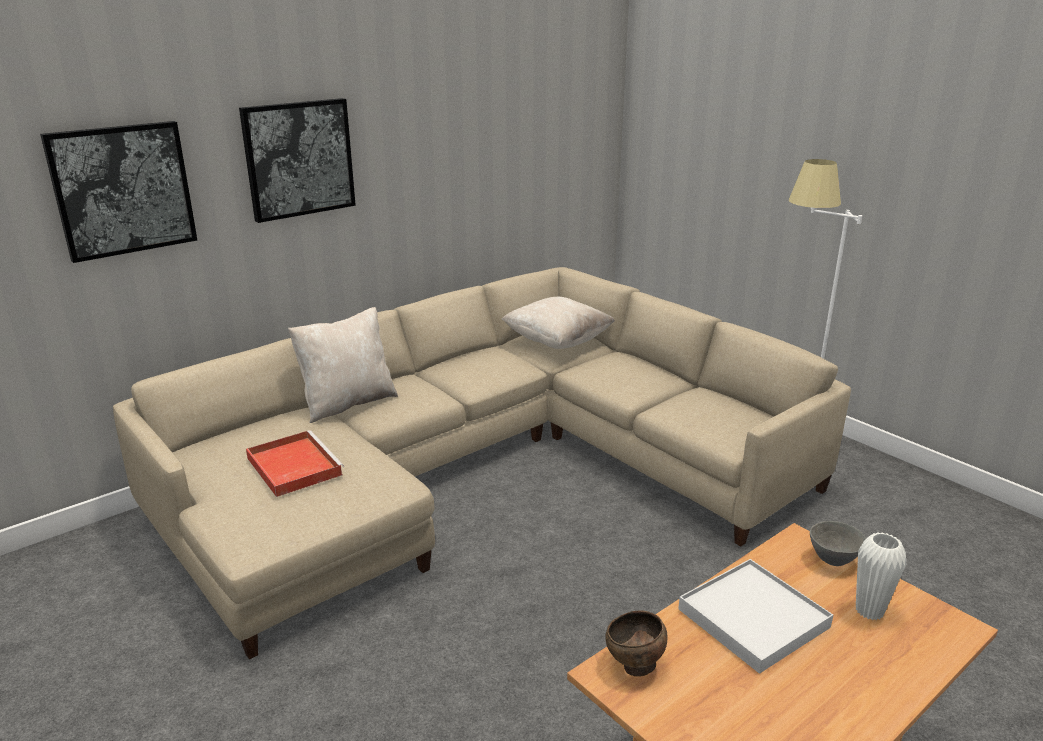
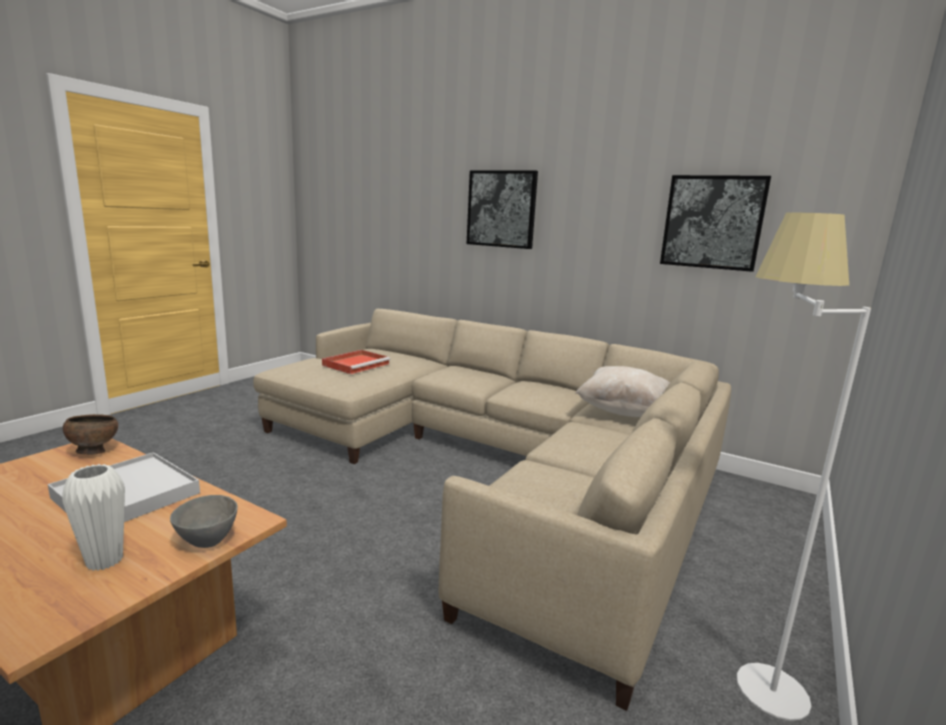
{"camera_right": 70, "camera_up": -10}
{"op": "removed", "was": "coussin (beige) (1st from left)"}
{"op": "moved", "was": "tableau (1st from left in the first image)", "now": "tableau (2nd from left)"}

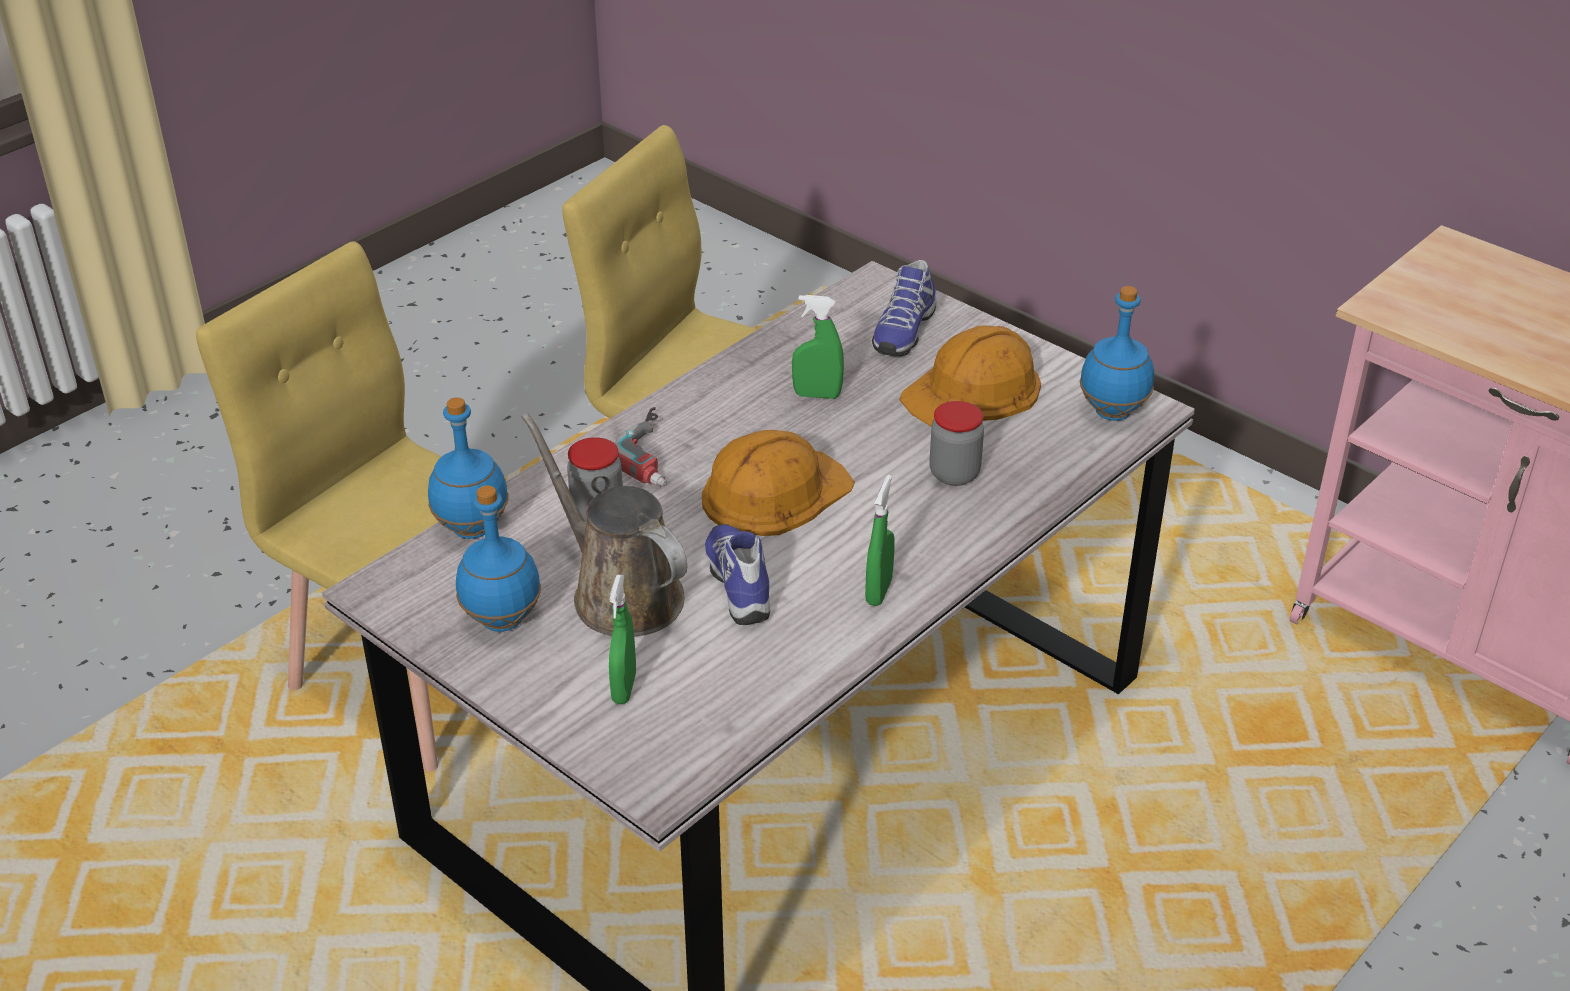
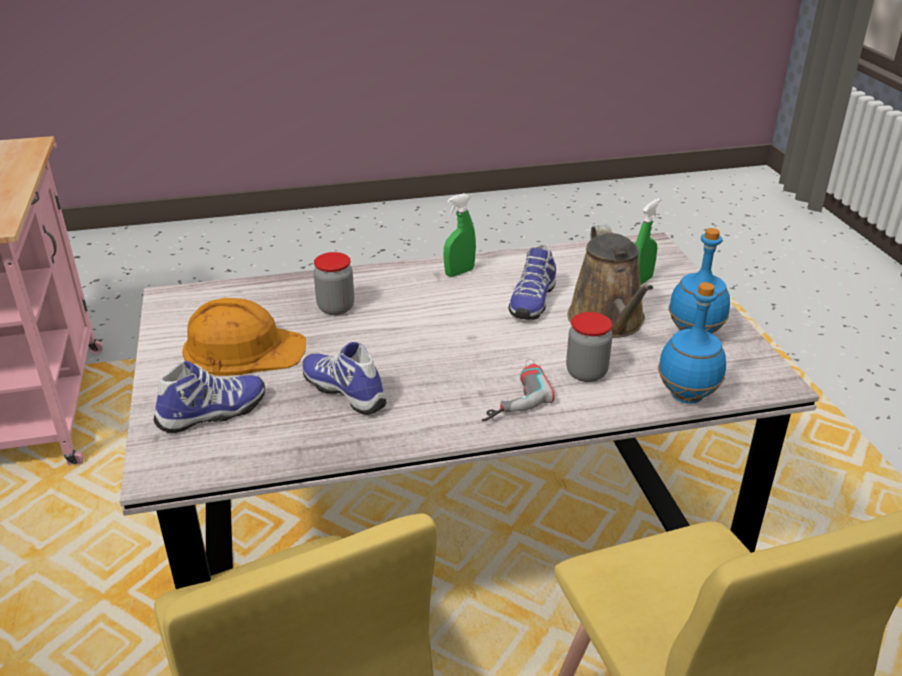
{"camera_right": -145, "camera_up": -5}
{"op": "removed", "was": "casque de chantier (orange) (1st from left)"}
{"op": "removed", "was": "bouteille (bleu) (3rd from left)"}
{"op": "replaced", "was": "vaporisateur (vert) (2nd from left)", "now": "chaussure (2nd from left)"}

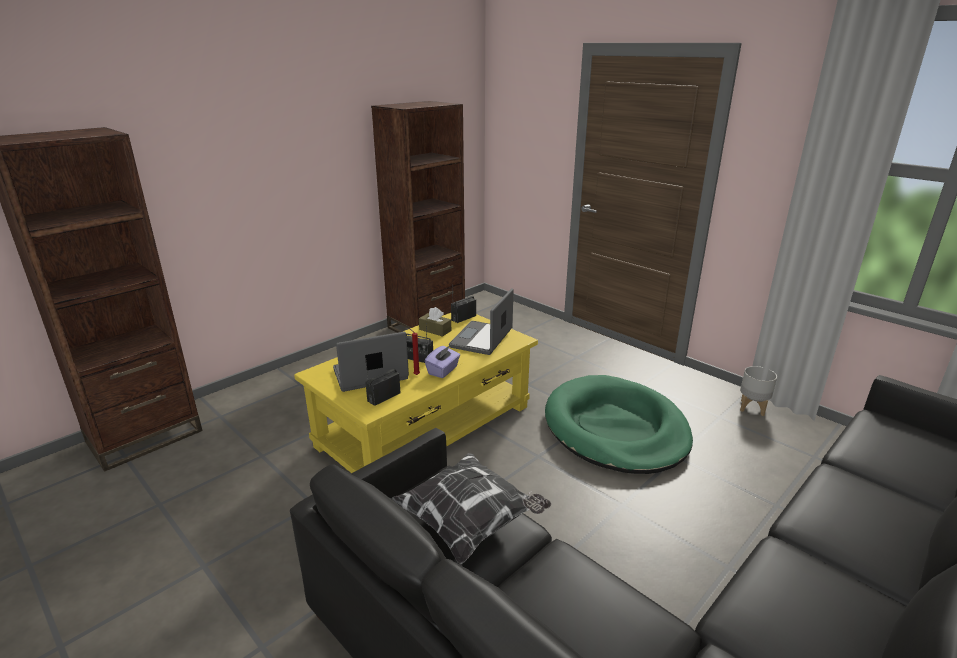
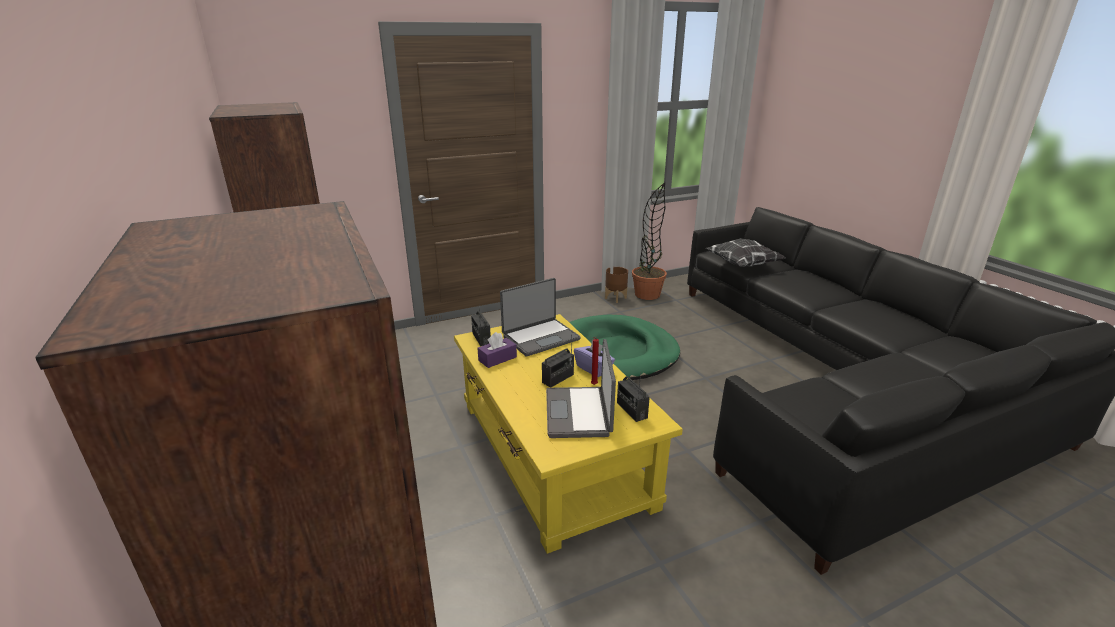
{"camera_right": -70, "camera_up": 0}
{"op": "added", "now": "plante en pot"}
{"op": "moved", "was": "coussin"}
{"op": "recoloured", "was": "boîte à mouchoirs (marron)", "now": "boîte à mouchoirs (violet) (1st from left)"}
{"op": "recoloured", "was": "cache-pot (gris)", "now": "cache-pot (marron)"}
{"op": "turned", "was": "ordinateur portable (2nd from left in the first image)", "clockwise": -75}

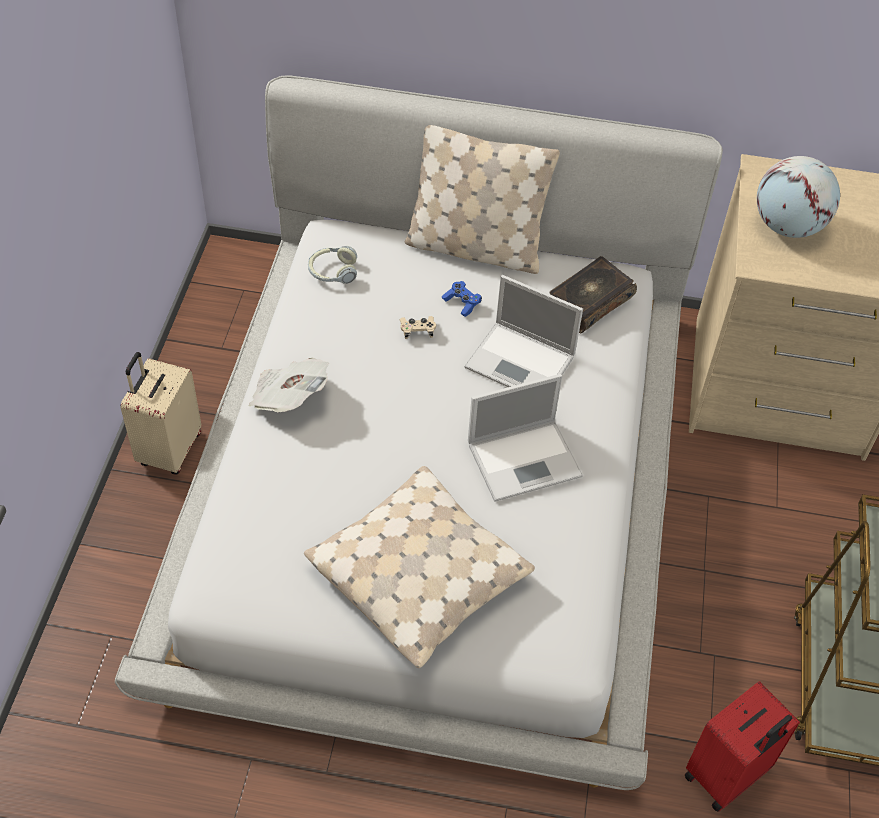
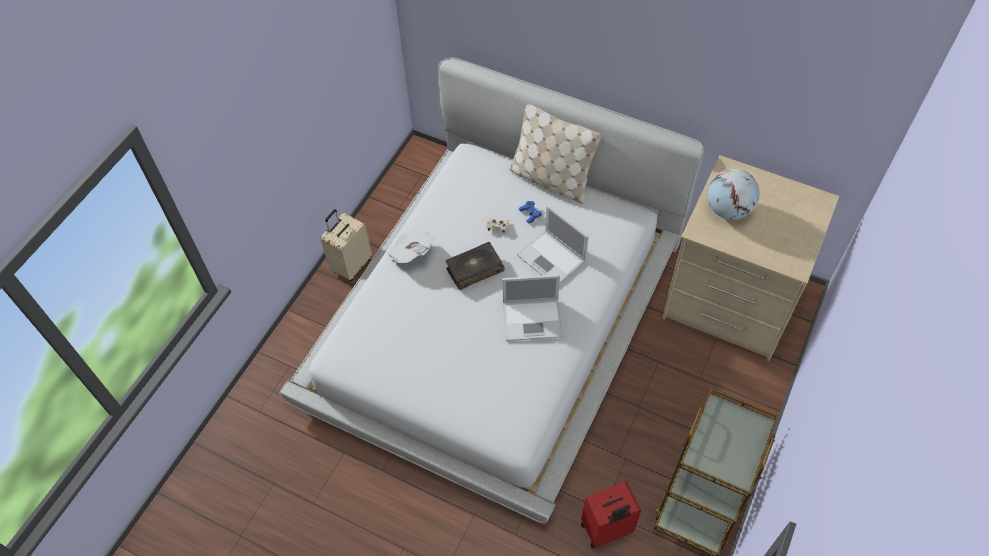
{"camera_right": 20, "camera_up": 5}
{"op": "removed", "was": "coussin (beige) (1st from left)"}
{"op": "removed", "was": "casque audio"}
{"op": "moved", "was": "livre"}

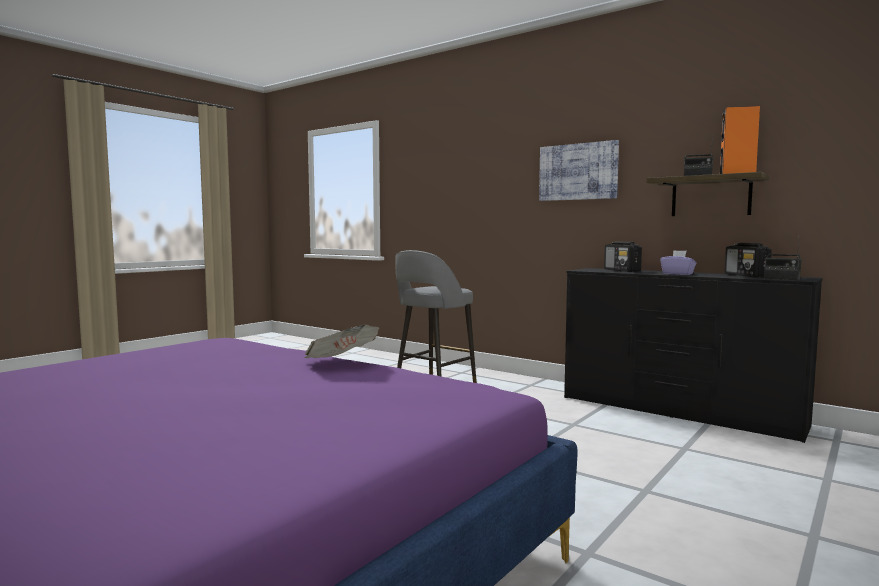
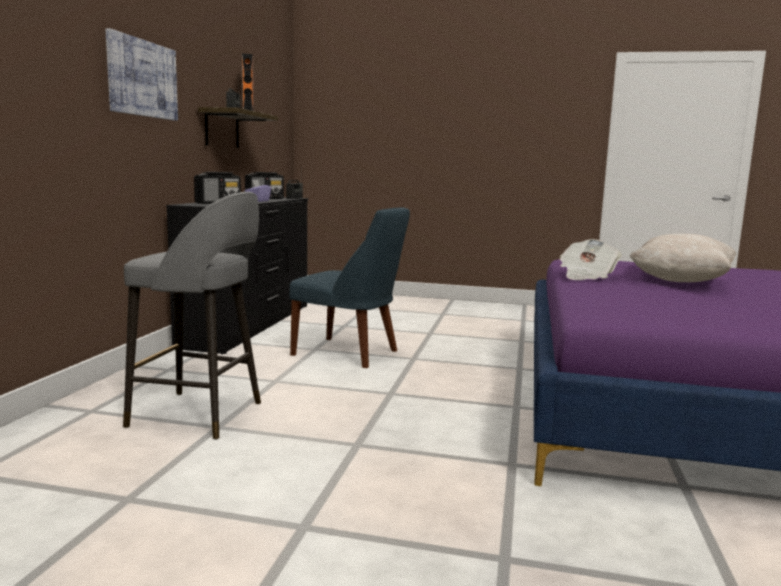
{"camera_right": -115, "camera_up": 5}
{"op": "added", "now": "chaise (bleu)"}
{"op": "added", "now": "coussin (beige)"}

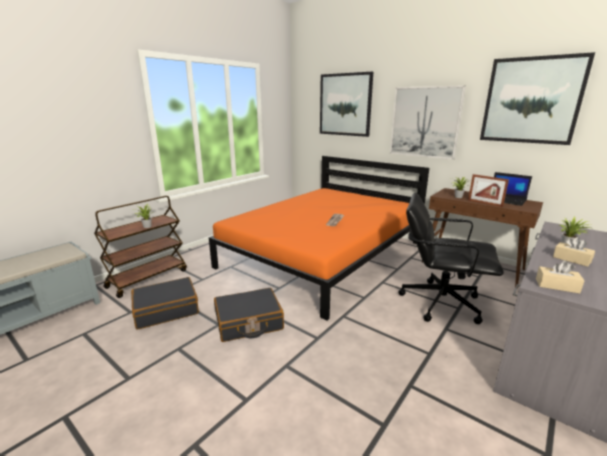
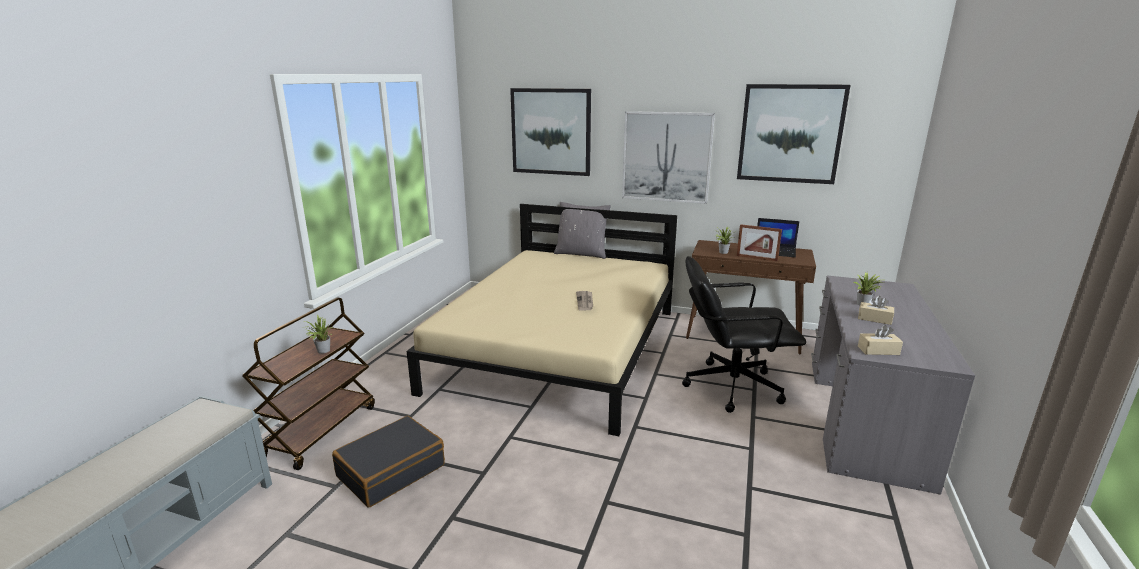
{"camera_right": -20, "camera_up": 0}
{"op": "removed", "was": "valise (noir) (2nd from left)"}
{"op": "added", "now": "coussin (gris)"}
{"op": "recoloured", "was": "lit (orange)", "now": "lit (beige)"}

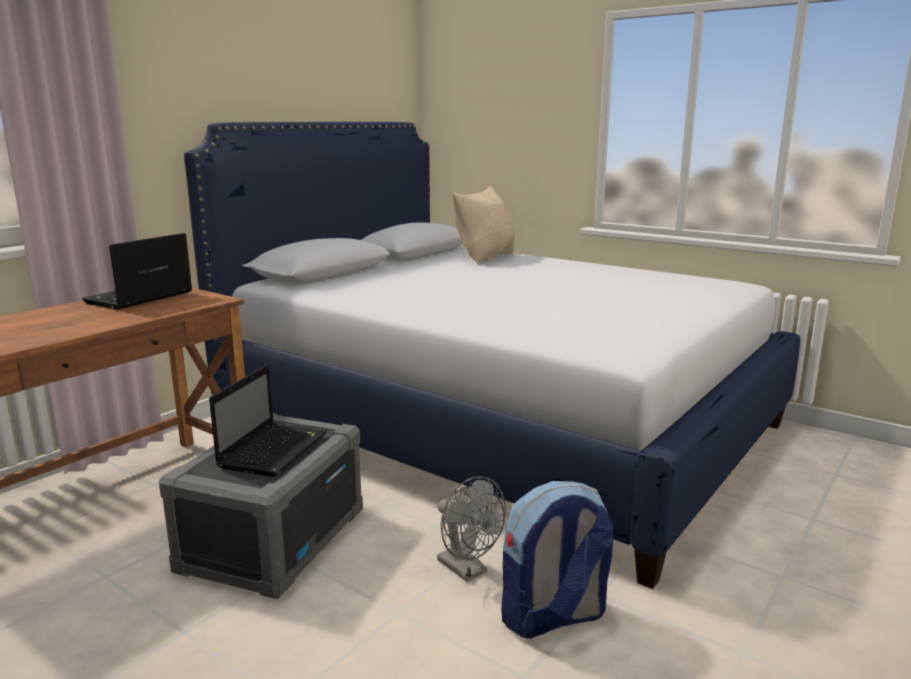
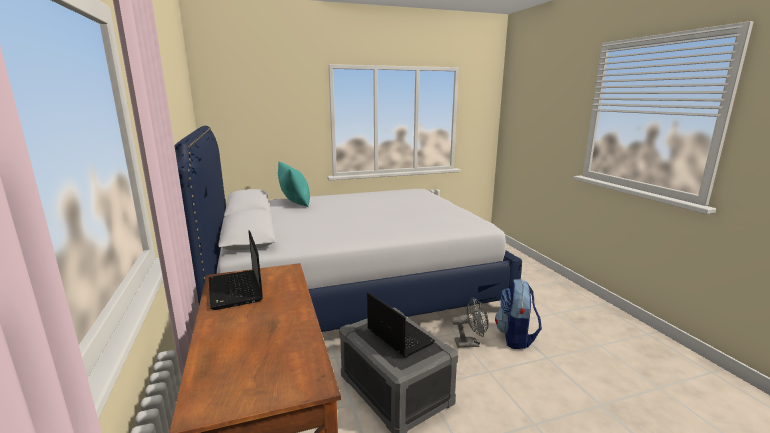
{"camera_right": -55, "camera_up": 0}
{"op": "recoloured", "was": "coussin (beige)", "now": "coussin (turquoise)"}

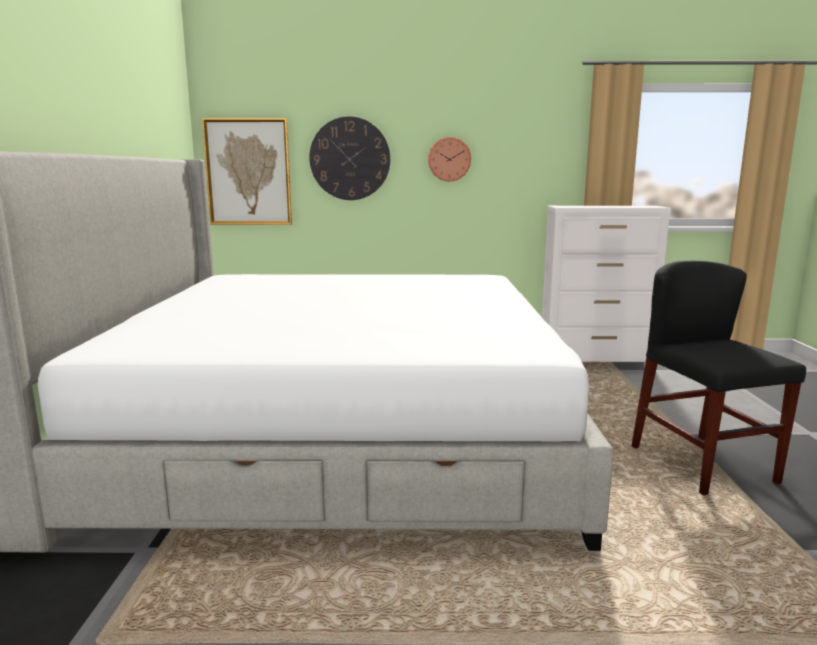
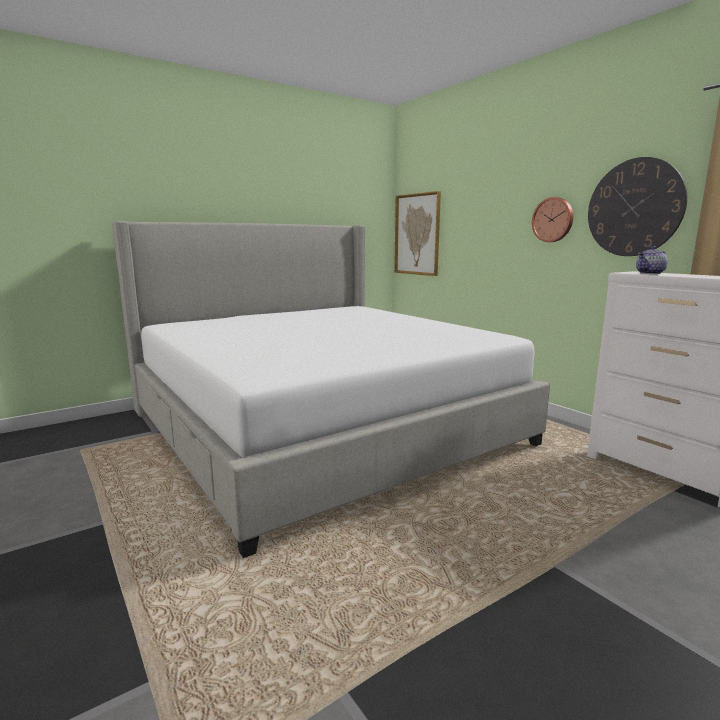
{"camera_right": 55, "camera_up": 0}
{"op": "removed", "was": "chaise (noir)"}
{"op": "added", "now": "théière"}
{"op": "moved", "was": "horloge murale (1st from left in the first image)", "now": "horloge murale (2nd from left)"}

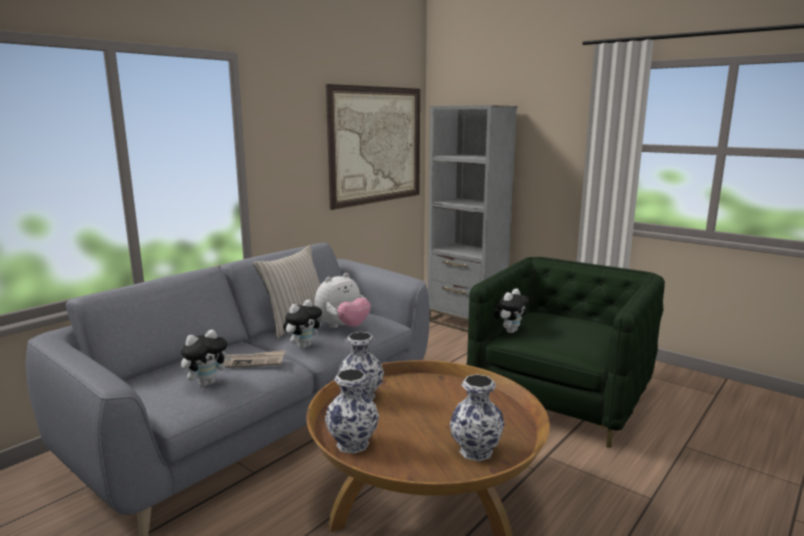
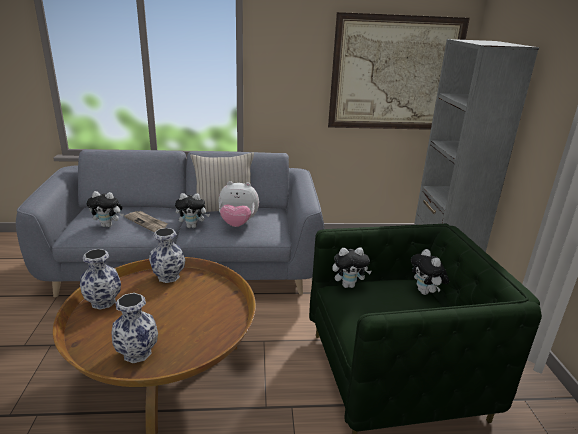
{"camera_right": 45, "camera_up": 10}
{"op": "added", "now": "peluche (5th from left)"}

